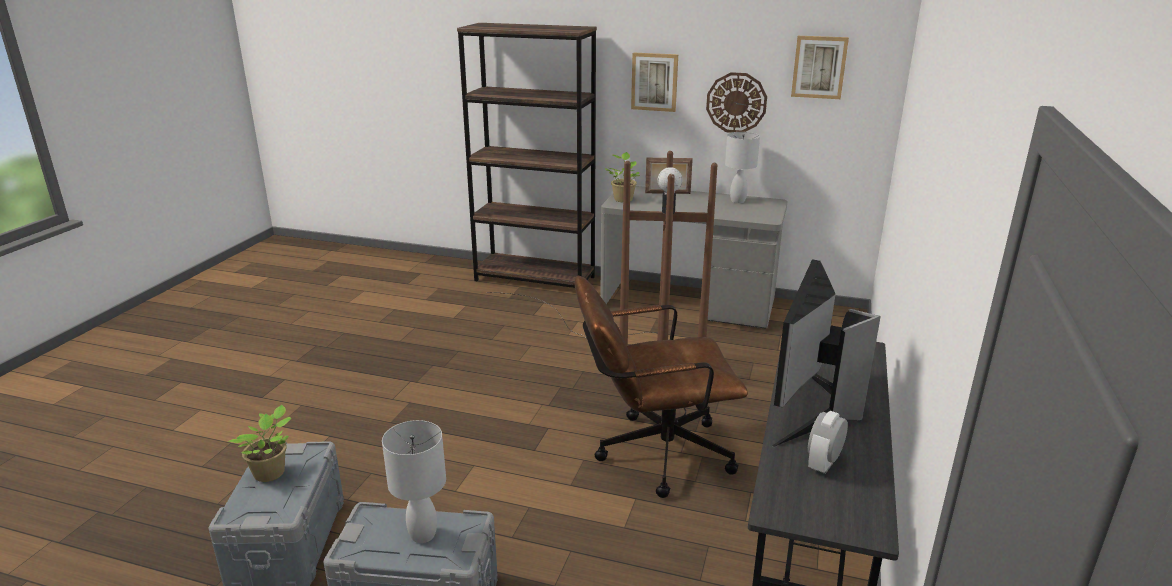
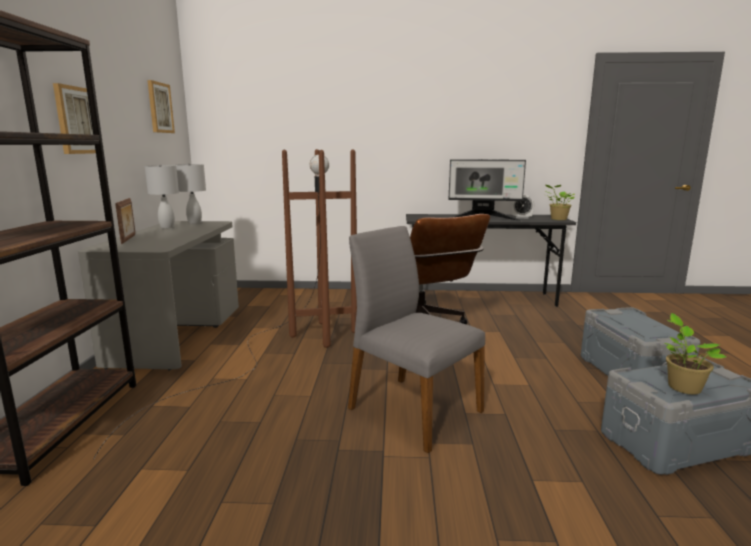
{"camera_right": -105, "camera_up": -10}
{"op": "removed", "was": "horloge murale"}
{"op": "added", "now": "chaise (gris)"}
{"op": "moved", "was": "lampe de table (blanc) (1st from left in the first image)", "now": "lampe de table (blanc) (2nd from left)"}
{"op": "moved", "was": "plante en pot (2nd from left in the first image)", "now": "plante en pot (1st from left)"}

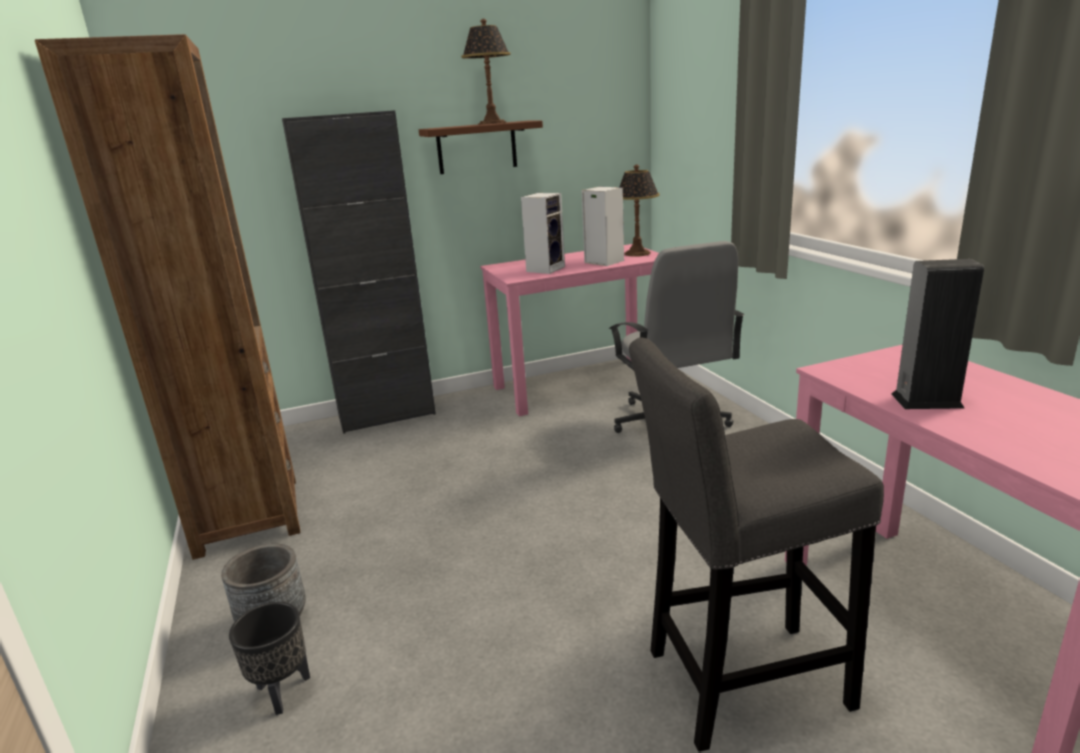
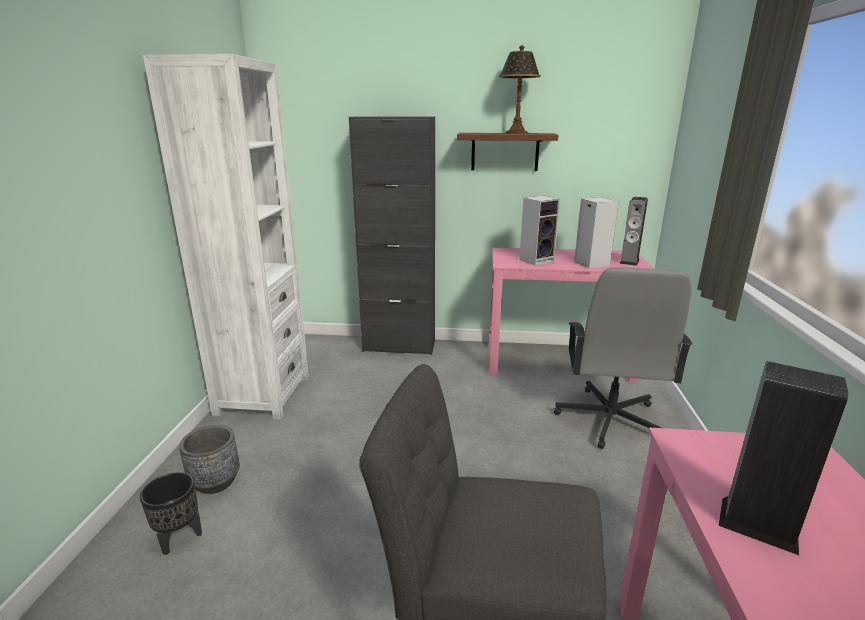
{"camera_right": 25, "camera_up": 0}
{"op": "replaced", "was": "lampe de table (2nd from left)", "now": "enceinte (3rd from left)"}
{"op": "recoloured", "was": "bibliothèque (marron)", "now": "bibliothèque (blanc)"}

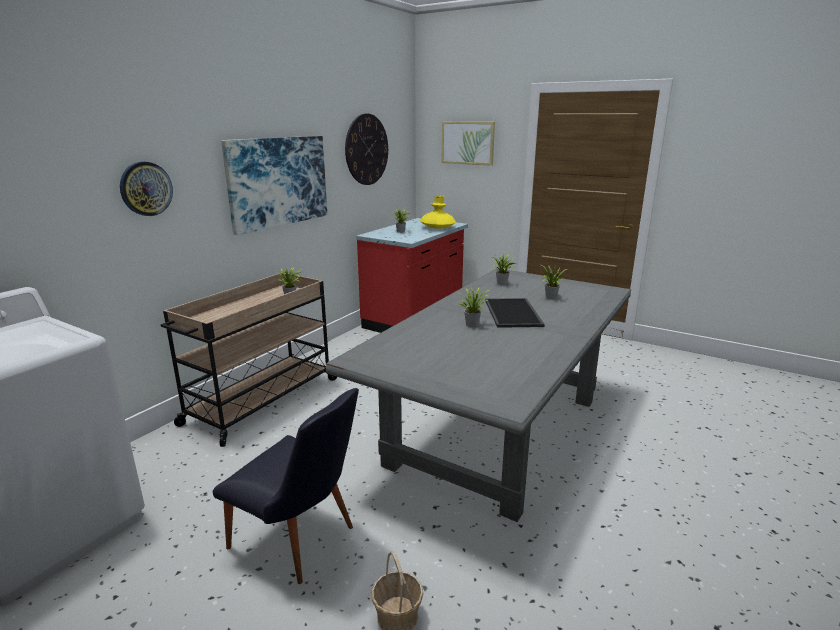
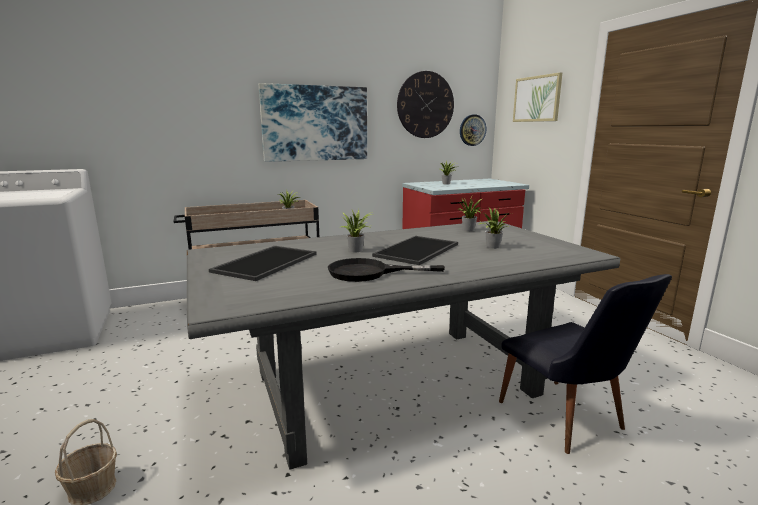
{"camera_right": 35, "camera_up": -5}
{"op": "removed", "was": "vase (jaune)"}
{"op": "added", "now": "plateau (1st from left)"}
{"op": "added", "now": "poêle (noir)"}
{"op": "moved", "was": "horloge murale (1st from left in the first image)", "now": "horloge murale (2nd from left)"}
{"op": "moved", "was": "chaise (noir)"}

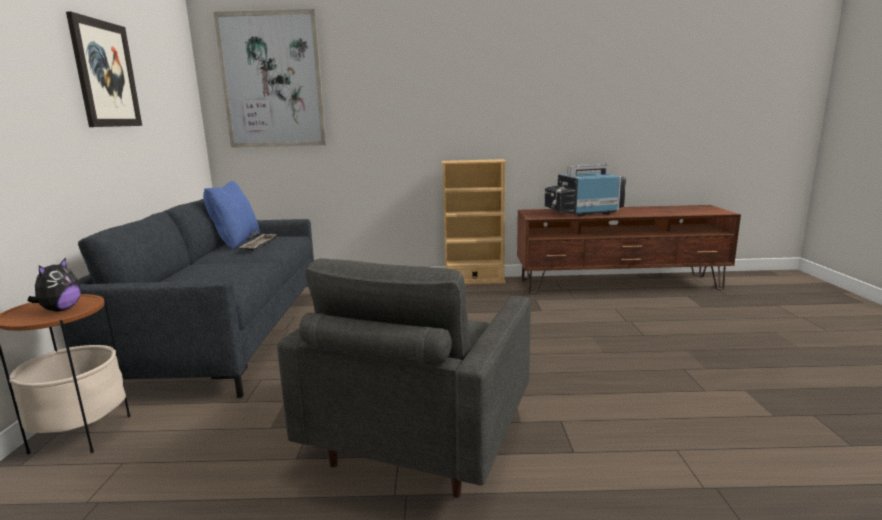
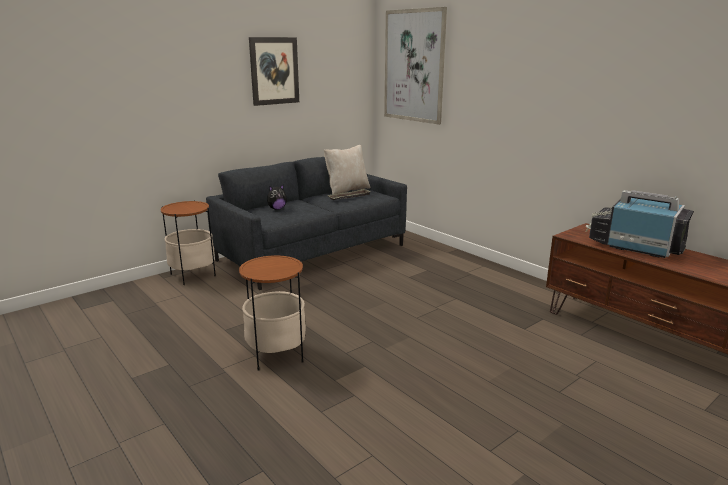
{"camera_right": 50, "camera_up": 5}
{"op": "removed", "was": "bibliothèque (beige)"}
{"op": "moved", "was": "peluche"}
{"op": "replaced", "was": "fauteuil (gris)", "now": "table d'appoint (2nd from left)"}
{"op": "recoloured", "was": "coussin (bleu)", "now": "coussin (beige)"}

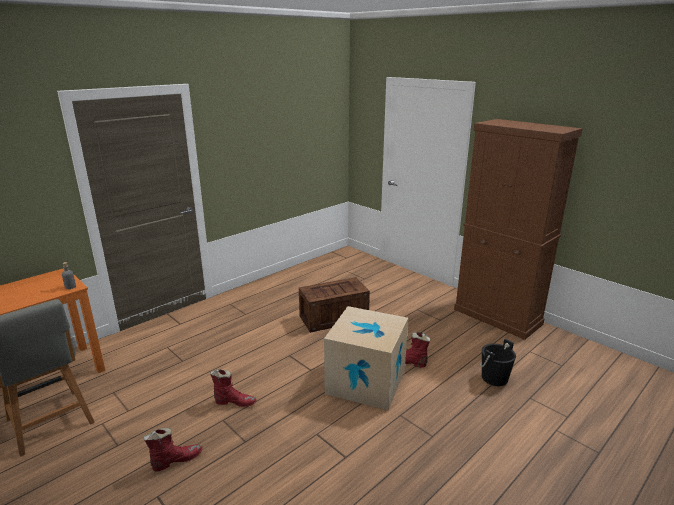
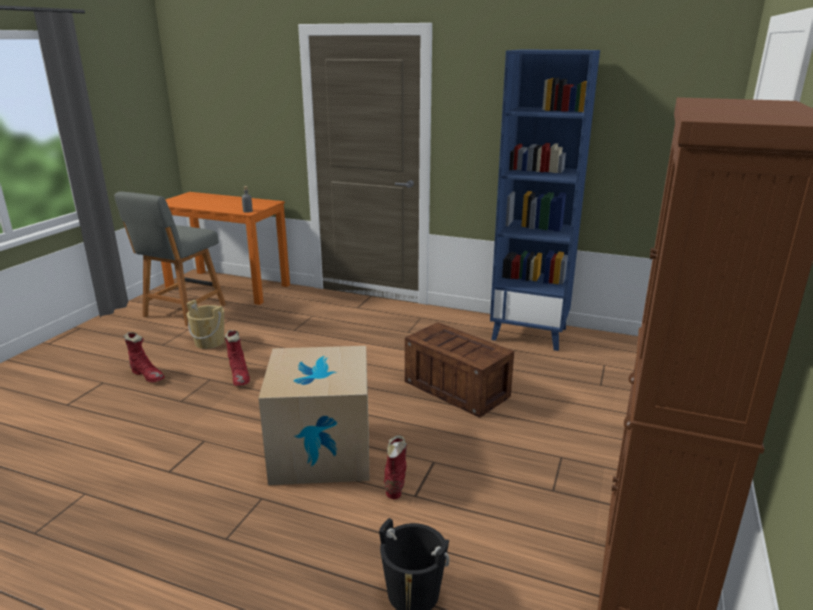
{"camera_right": 65, "camera_up": 0}
{"op": "added", "now": "seau (beige)"}
{"op": "added", "now": "bibliothèque (bleu)"}

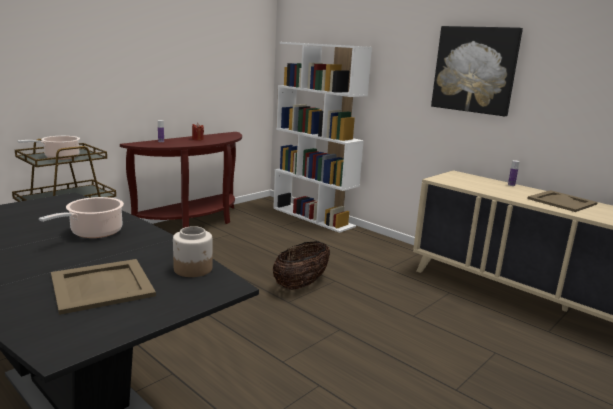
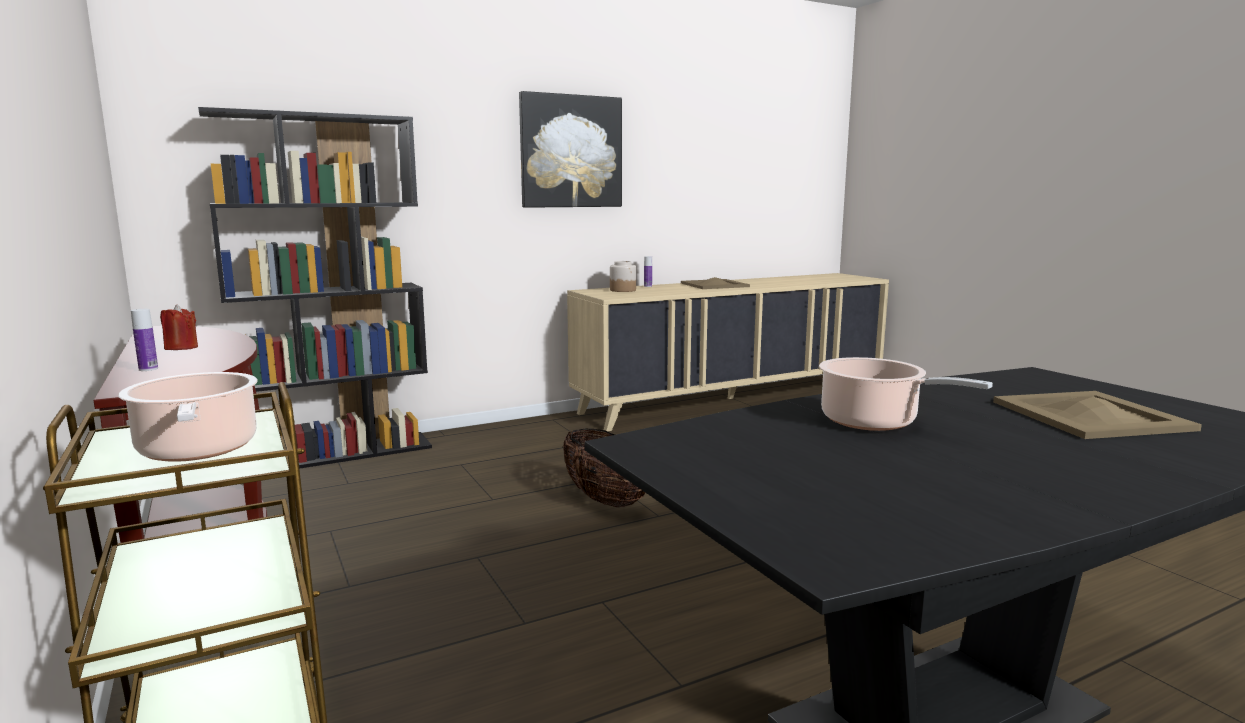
{"camera_right": -70, "camera_up": -5}
{"op": "moved", "was": "bocal"}
{"op": "recoloured", "was": "bibliothèque (blanc)", "now": "bibliothèque (noir)"}

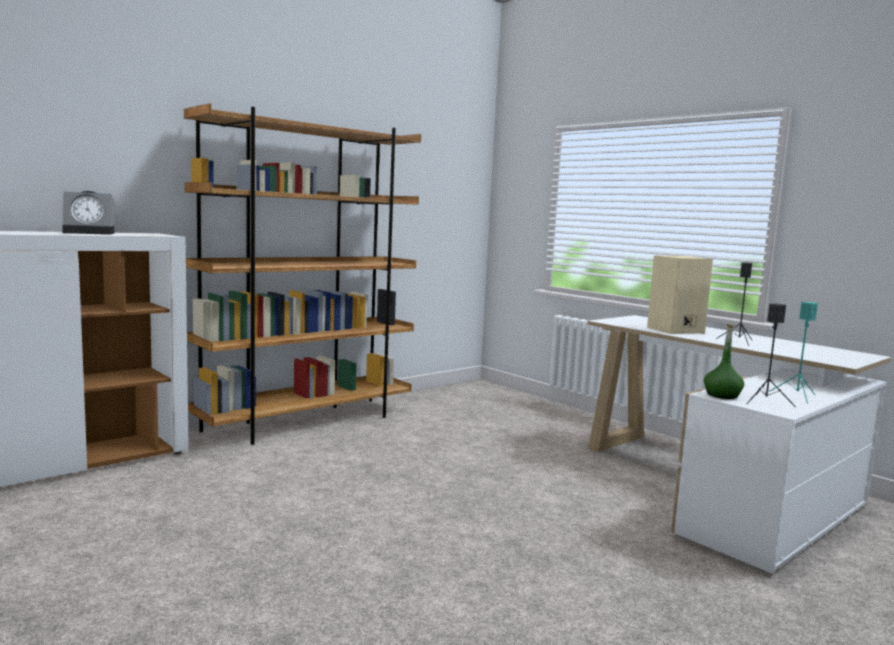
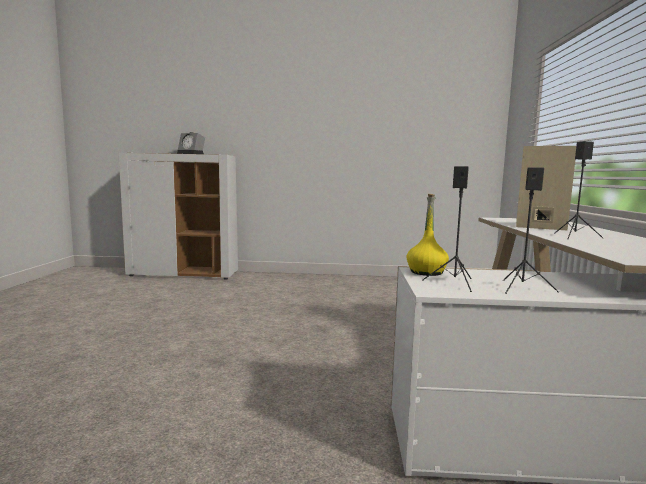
{"camera_right": 45, "camera_up": 0}
{"op": "removed", "was": "bibliothèque (marron)"}
{"op": "recoloured", "was": "bouteille (vert)", "now": "bouteille (jaune)"}
{"op": "recoloured", "was": "enceinte (turquoise)", "now": "enceinte (noir) (2nd from left)"}

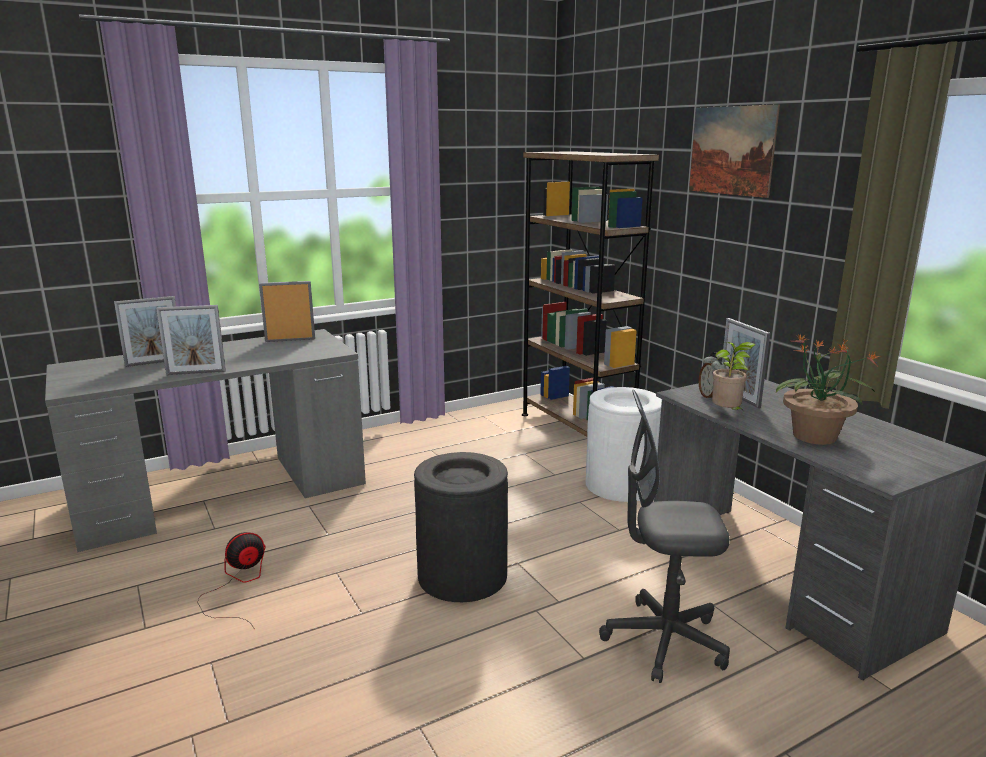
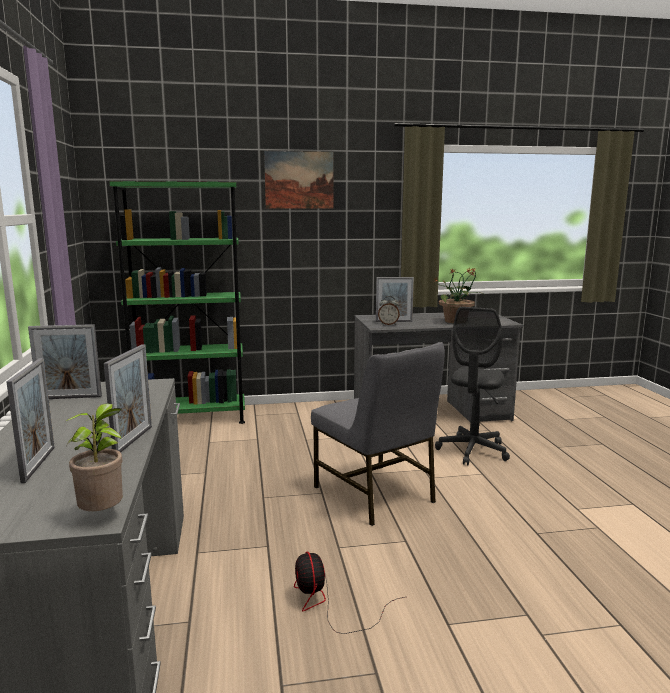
{"camera_right": -70, "camera_up": -5}
{"op": "removed", "was": "poubelle (blanc)"}
{"op": "moved", "was": "plante en pot (1st from left)"}
{"op": "replaced", "was": "poubelle (noir)", "now": "chaise (gris)"}
{"op": "recoloured", "was": "bibliothèque (marron)", "now": "bibliothèque (vert)"}
{"op": "turned", "was": "cadre photo (3rd from left in the first image)", "clockwise": -105}

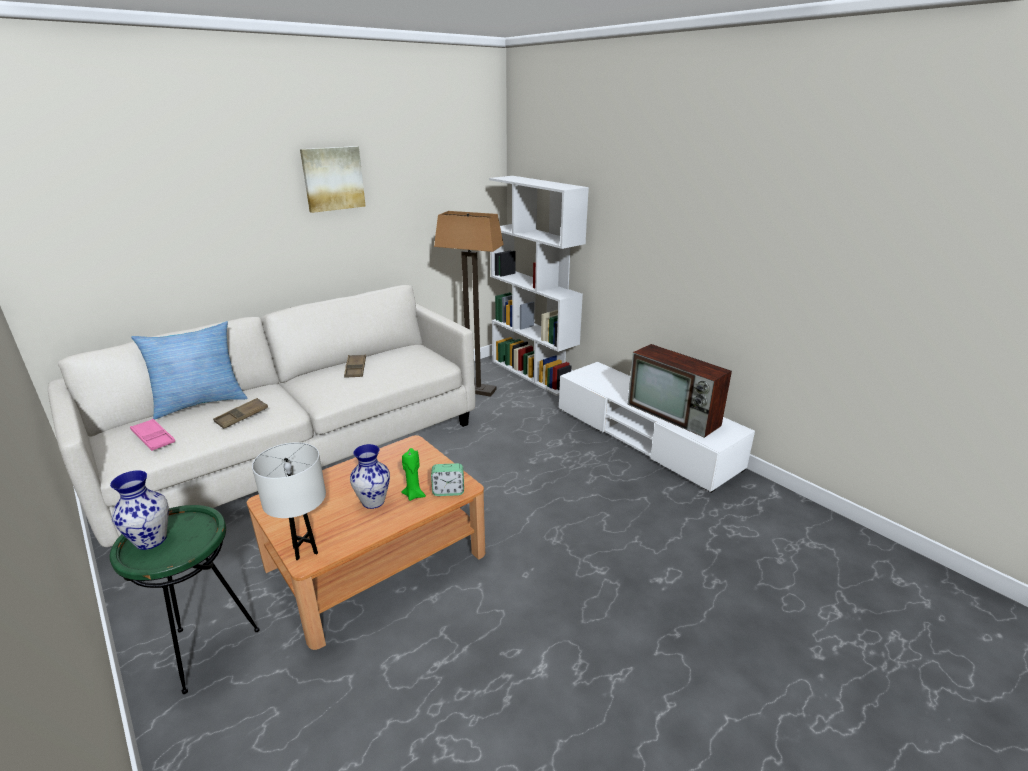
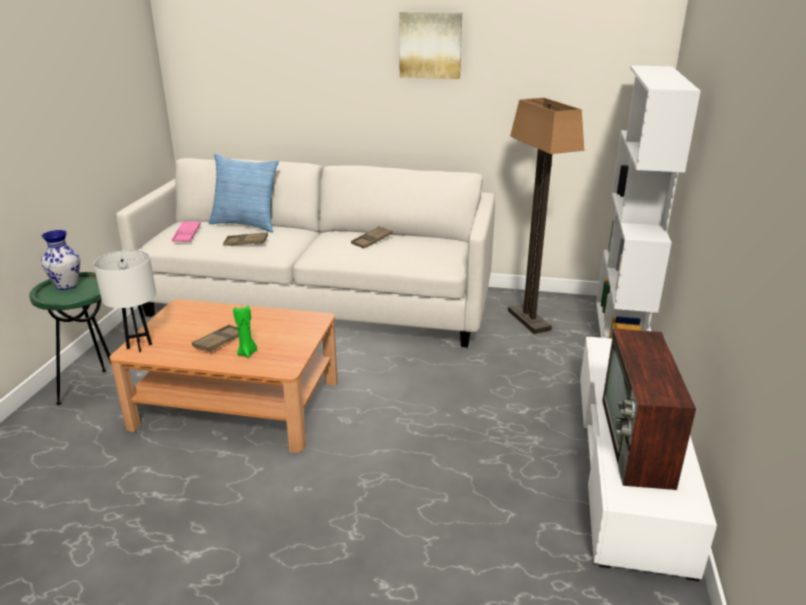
{"camera_right": 50, "camera_up": 0}
{"op": "removed", "was": "réveil"}
{"op": "replaced", "was": "vase (2nd from left)", "now": "plateau (marron) (1st from left)"}

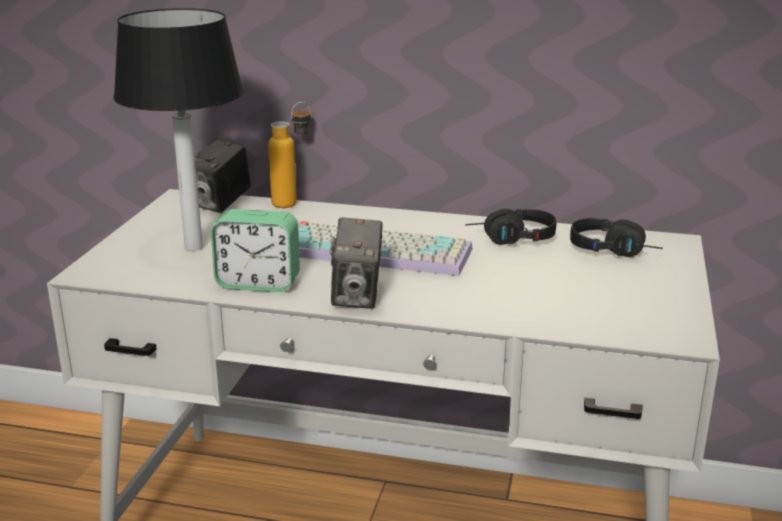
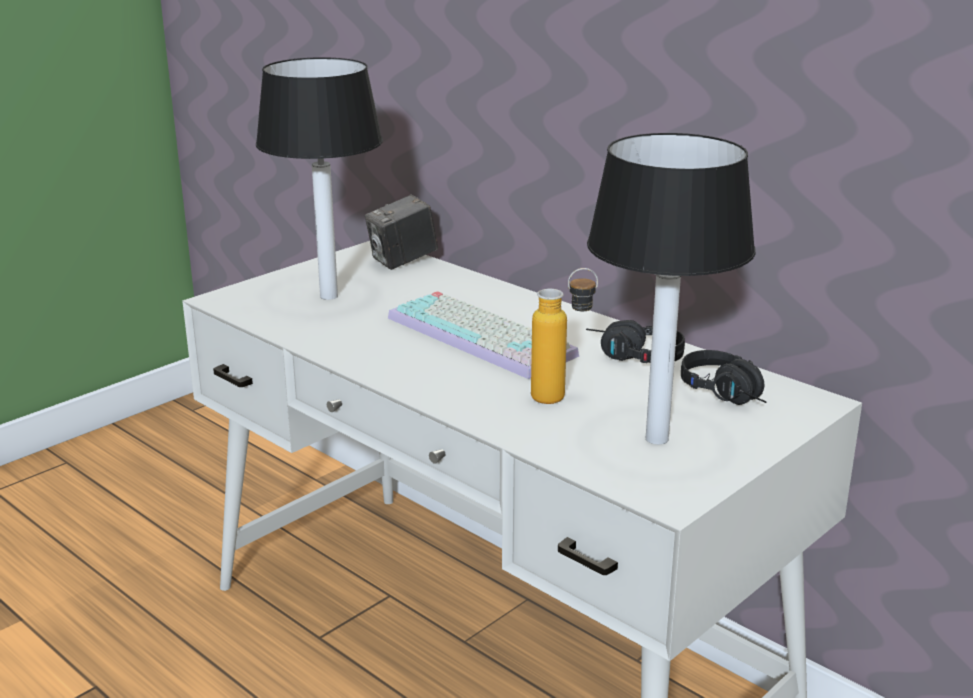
{"camera_right": 30, "camera_up": 0}
{"op": "removed", "was": "réveil"}
{"op": "removed", "was": "appareil photo (2nd from left)"}
{"op": "added", "now": "lampe de table (2nd from left)"}
{"op": "moved", "was": "bouteille"}

